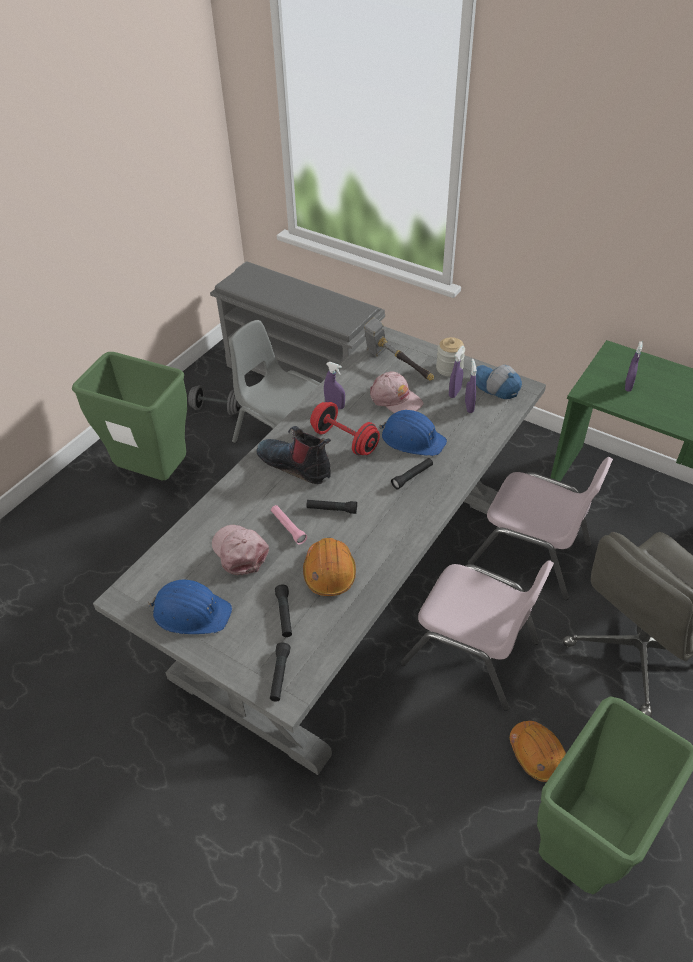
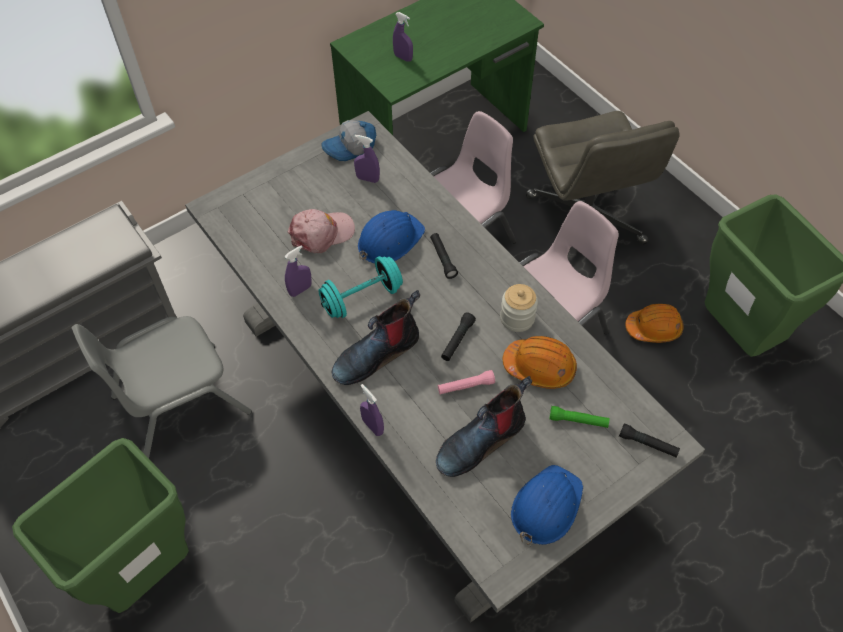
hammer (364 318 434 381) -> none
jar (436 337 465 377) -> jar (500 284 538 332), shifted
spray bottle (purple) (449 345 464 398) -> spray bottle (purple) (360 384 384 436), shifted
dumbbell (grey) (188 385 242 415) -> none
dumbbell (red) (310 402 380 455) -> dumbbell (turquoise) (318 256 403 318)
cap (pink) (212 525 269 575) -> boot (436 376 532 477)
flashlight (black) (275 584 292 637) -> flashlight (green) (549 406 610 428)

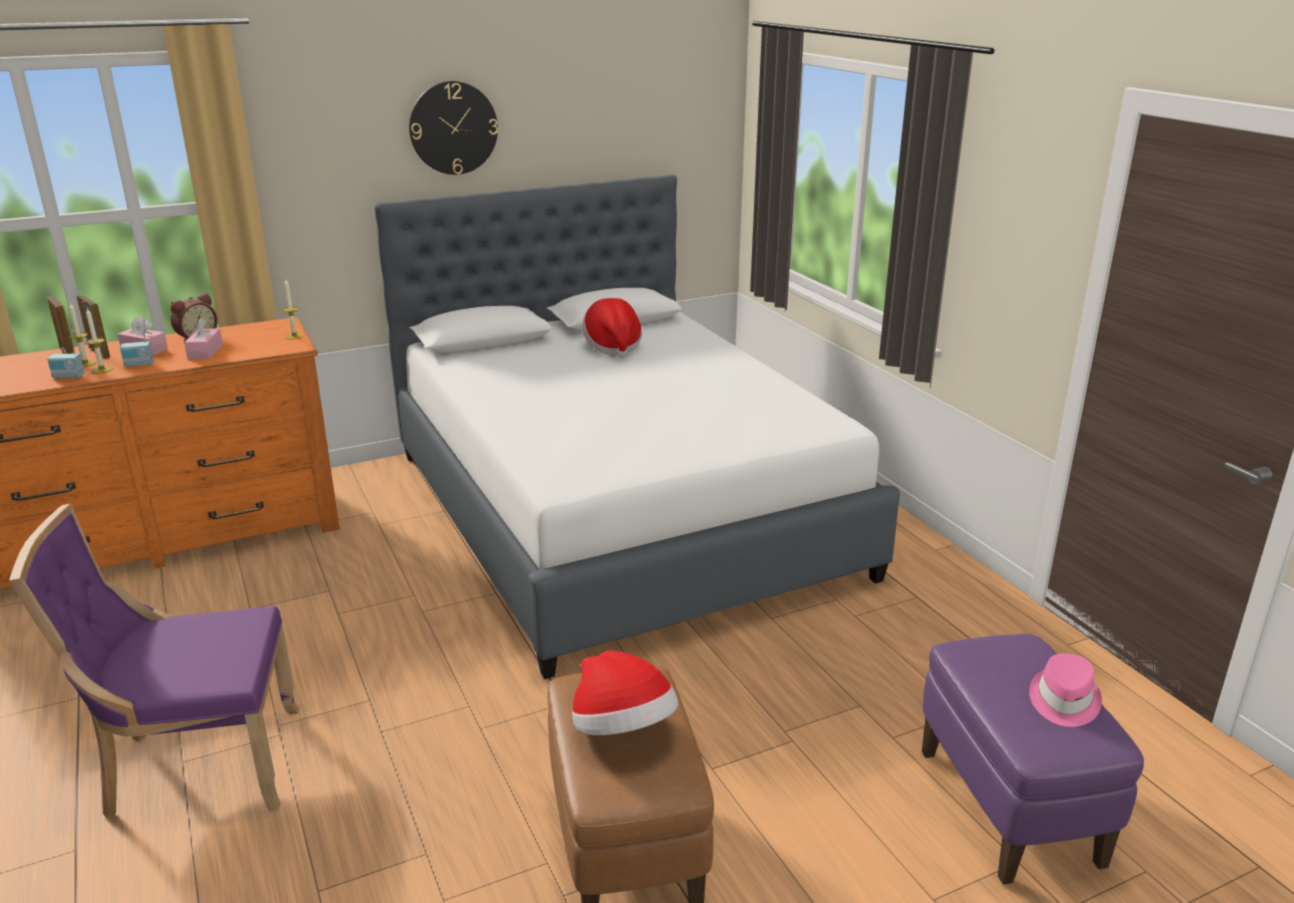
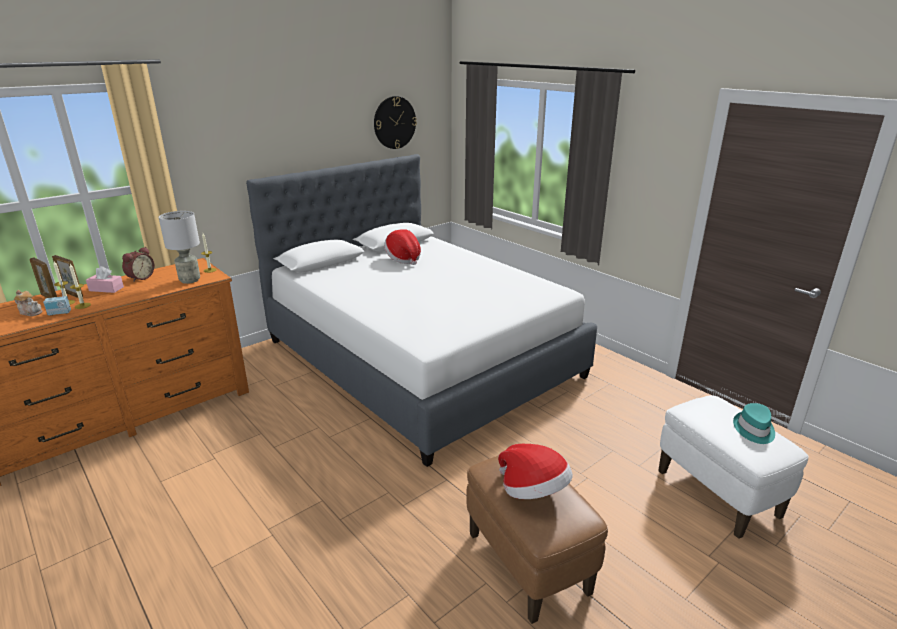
wall clock (409 81 498 175) -> wall clock (374 96 417 149), shifted
tissue box (pink) (184 318 223 359) -> none
radio (120 319 154 367) -> none
chair (purple) (9 504 299 818) -> none
ottoman (purple) (922 634 1144 885) -> ottoman (white) (658 395 809 539)
hat (pink) (1029 653 1102 727) -> hat (turquoise) (733 403 775 444)
none -> table lamp (grey) (159 211 200 284)
none -> teapot (14 290 42 316)

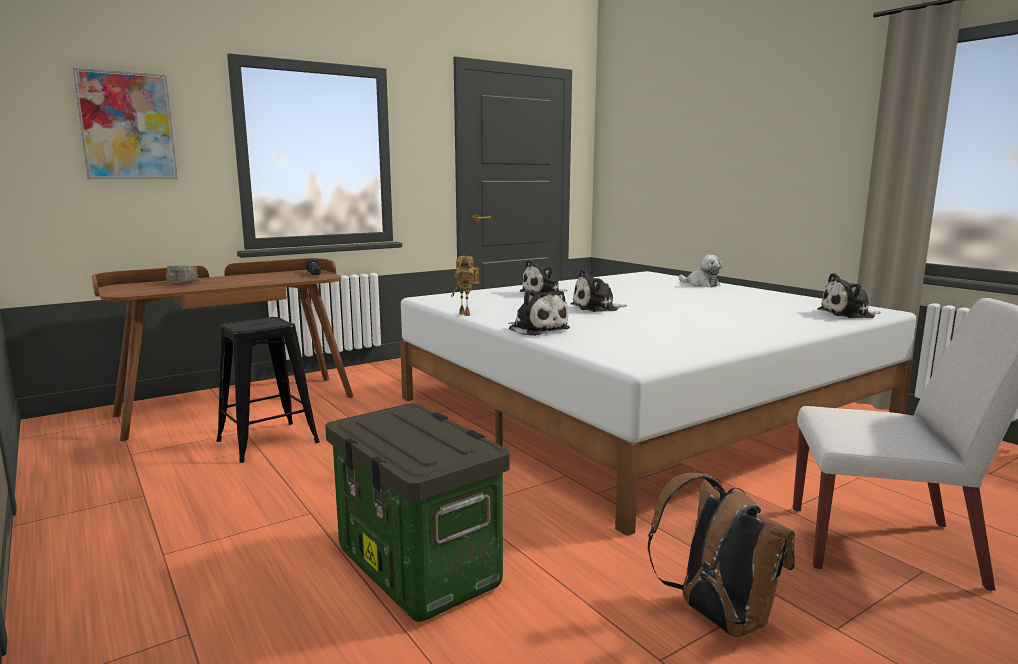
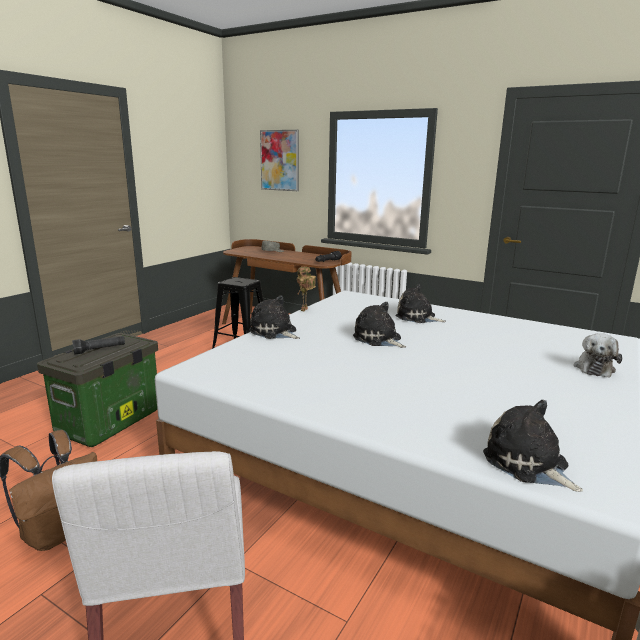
plush toy (508 290 570 336) -> plush toy (249 295 300 339), 105 degrees clockwise
none -> flashlight (black) (72 336 125 354)

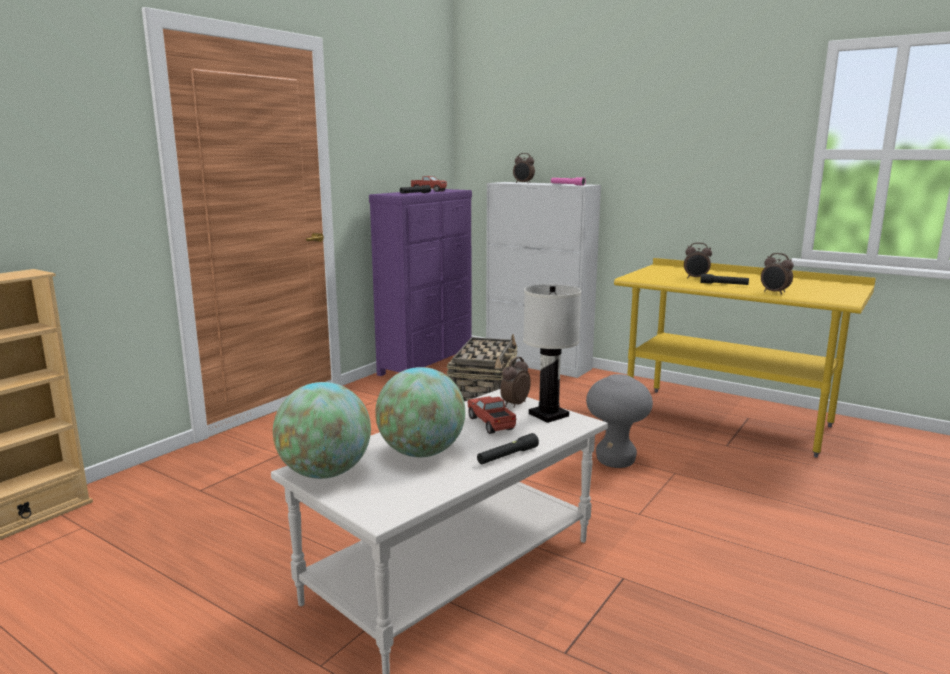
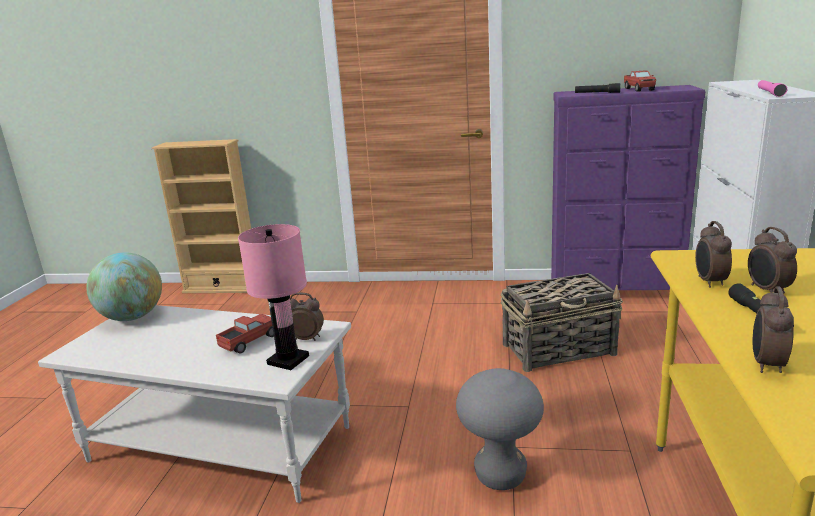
alarm clock (513 153 535 183) -> alarm clock (695 221 732 288), shifted
table lamp (white) (523 284 581 423) -> table lamp (pink) (238 224 309 370)
globe (375 367 465 457) -> none
flashlight (black) (477 433 539 464) -> none

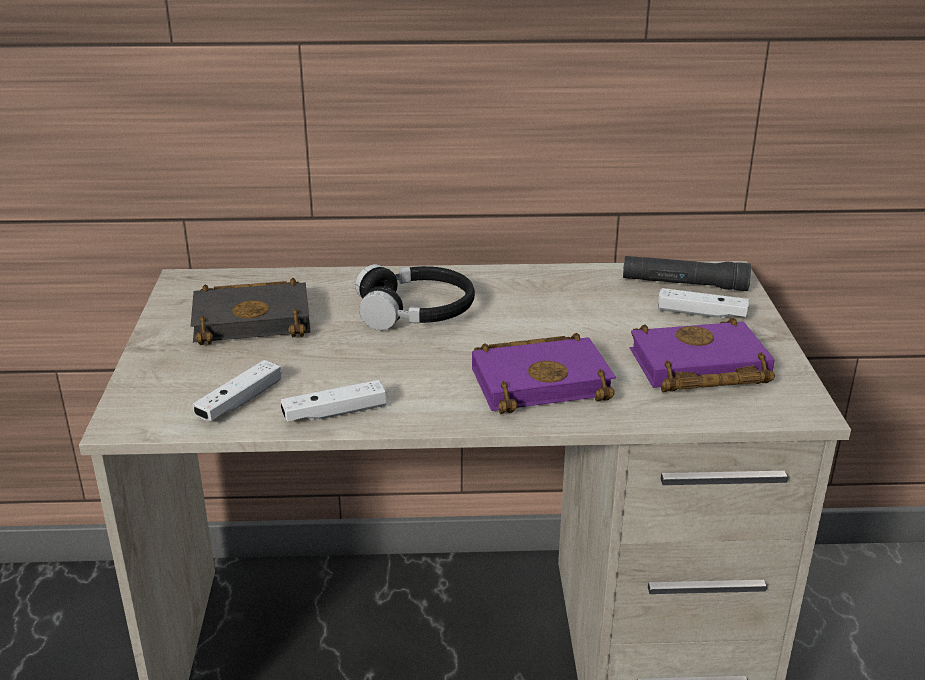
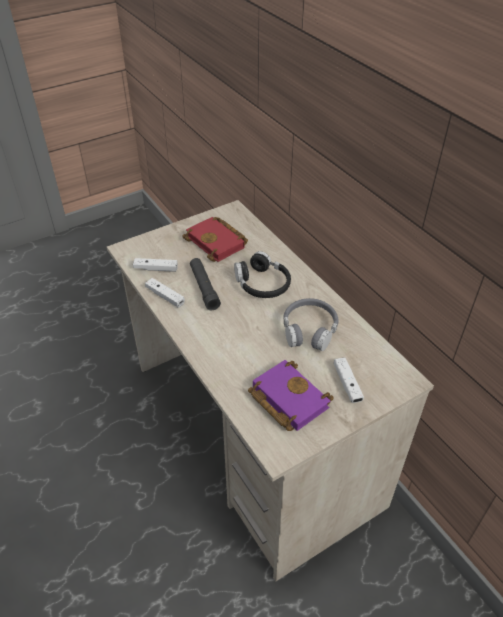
flashlight (black) (623 256 751 291) -> flashlight (black) (190 258 221 310), shifted
book (black) (191 278 310 345) -> book (red) (182 217 248 262)
book (purple) (472 333 616 414) -> none
none -> headphones (grey) (284 298 339 351)

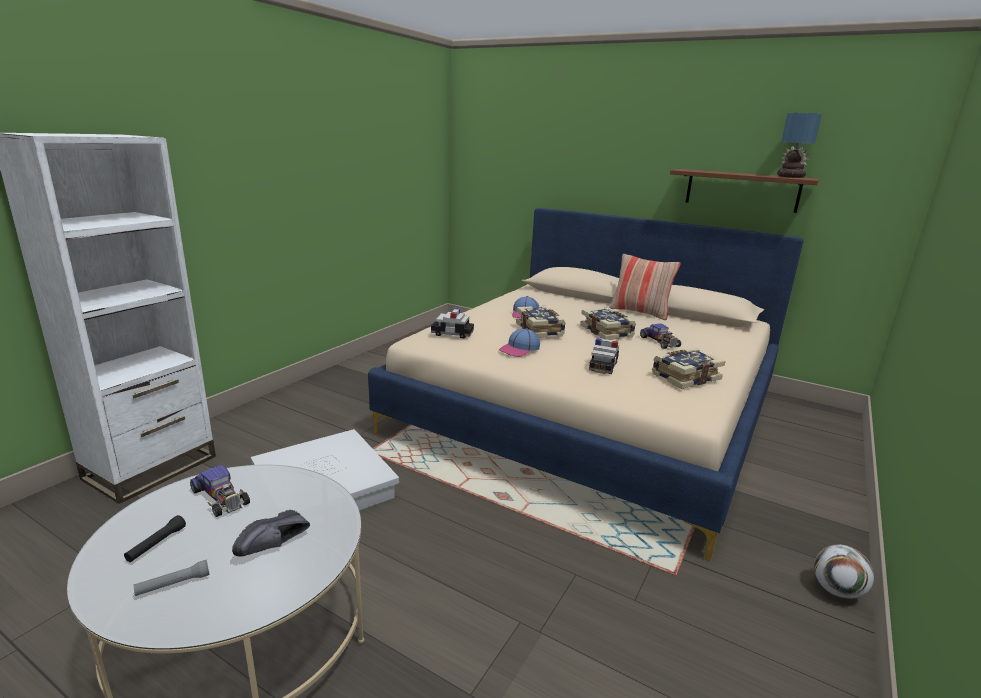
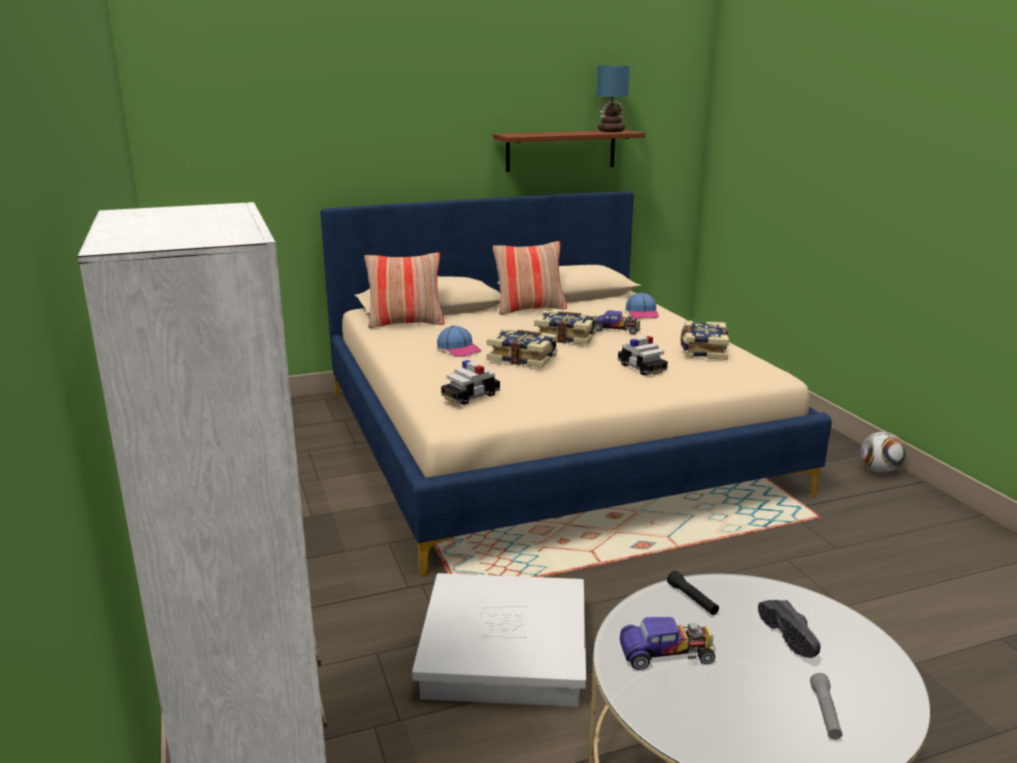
cap (499 328 540 357) -> cap (626 292 659 318), shifted
flashlight (black) (124 515 186 562) -> flashlight (black) (667 571 719 615), shifted
none -> pillow (364 252 444 328)

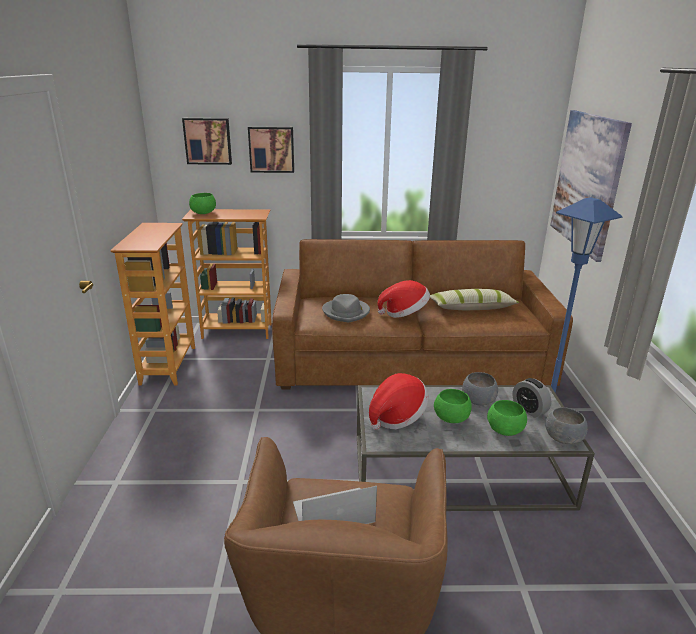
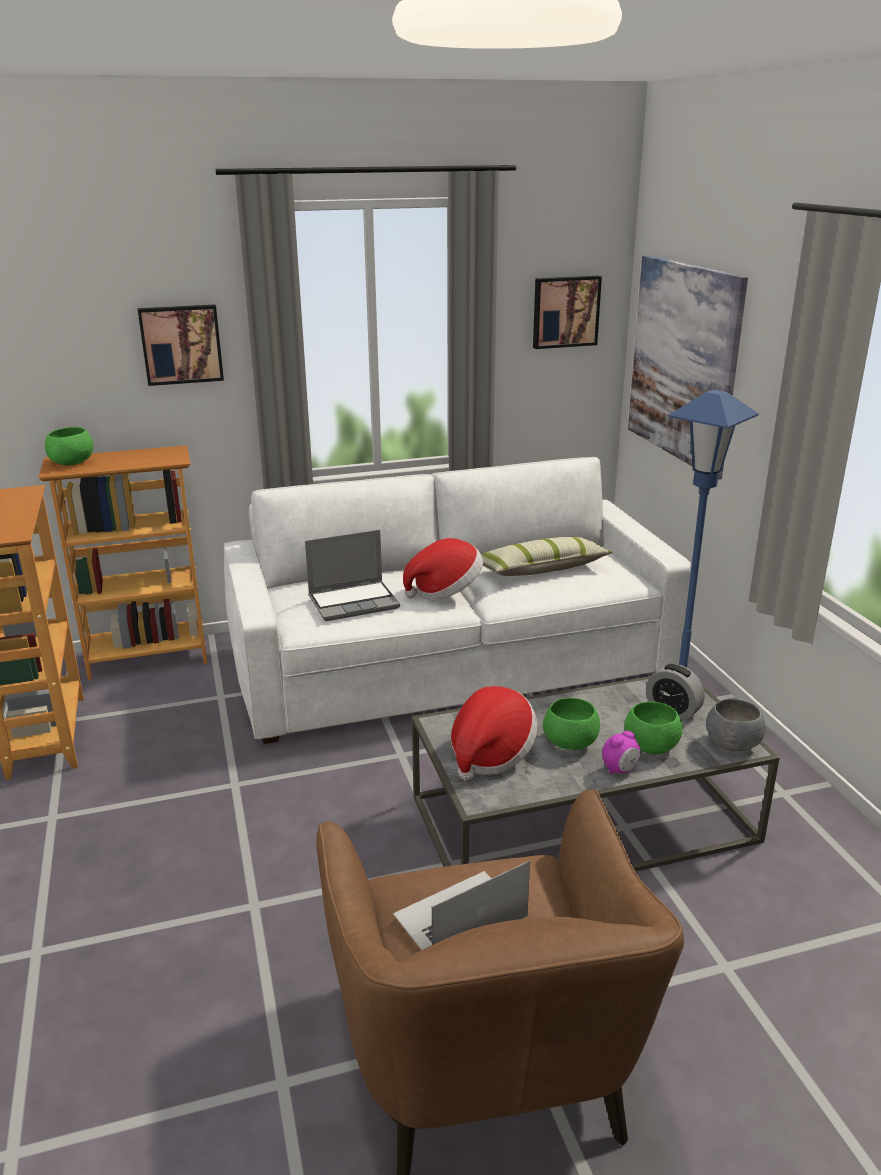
picture (182 118 232 165) -> picture (533 276 602 349), shifted
sofa (brown) (272 239 573 390) -> sofa (white) (224 457 692 744)
hat (grey) (322 294 370 322) -> laptop (305 530 400 621)
bowl (grey) (462 372 498 406) -> none
none -> alarm clock (602 731 640 774)

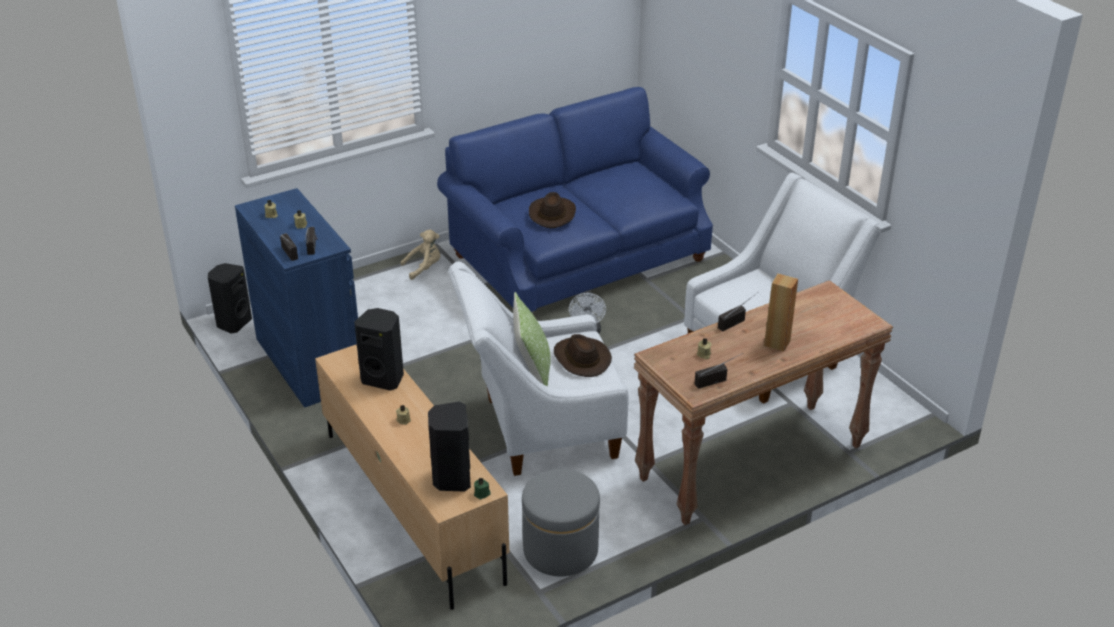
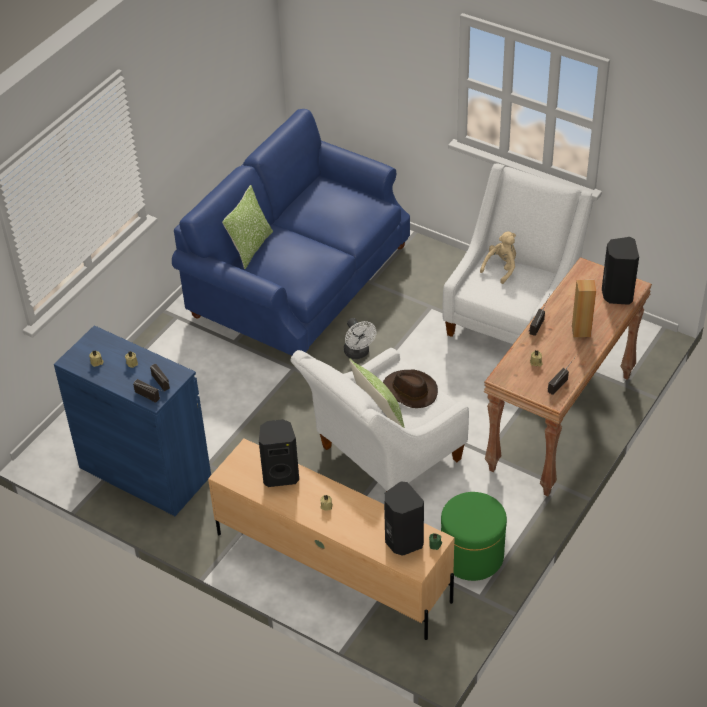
hat (brown) (529 192 576 228) -> none
plush toy (beige) (401 230 441 280) -> plush toy (beige) (480 231 516 284), shifted
speaker (black) (208 263 252 334) -> speaker (black) (602 237 639 305), shifted
ottoman (grey) (522 469 600 577) -> ottoman (green) (441 492 507 581)
none -> pillow (222 185 273 269)

